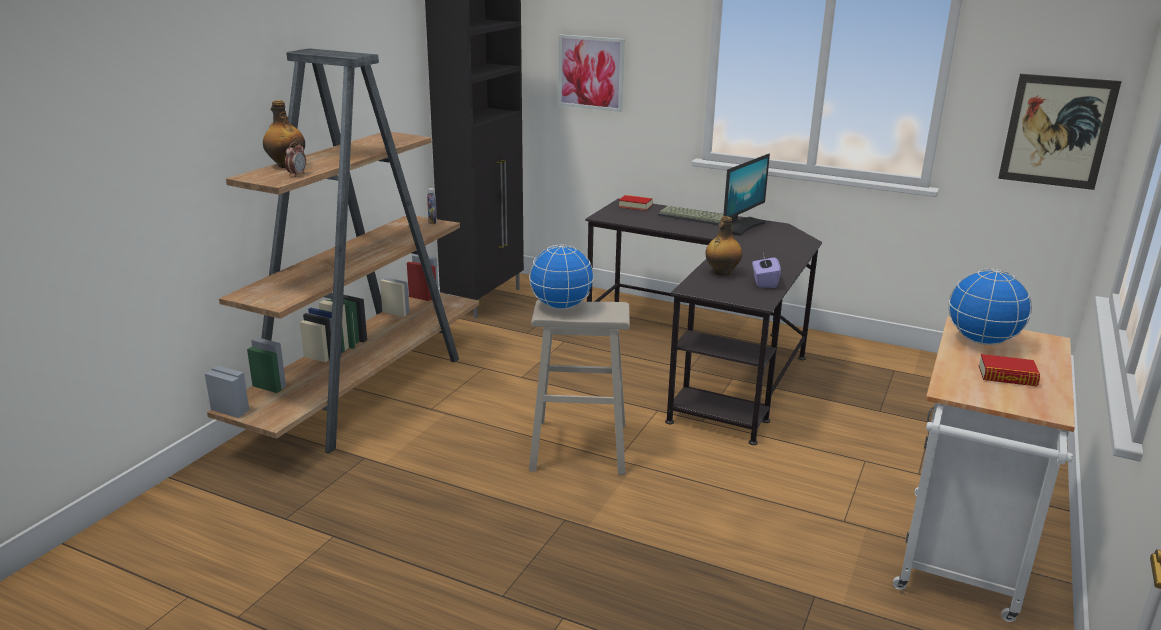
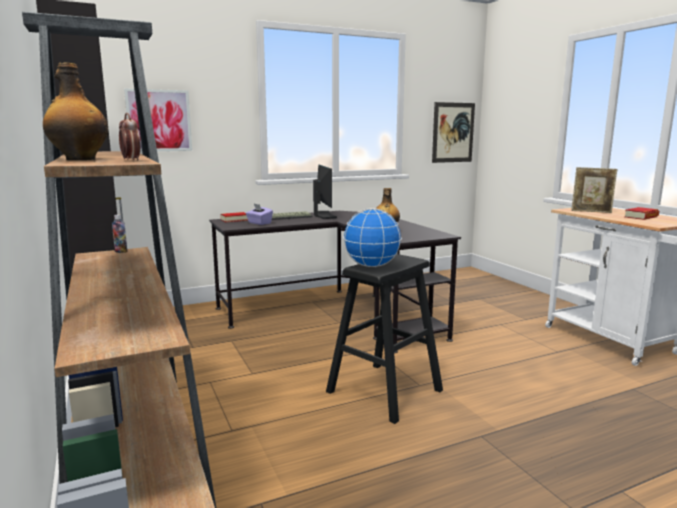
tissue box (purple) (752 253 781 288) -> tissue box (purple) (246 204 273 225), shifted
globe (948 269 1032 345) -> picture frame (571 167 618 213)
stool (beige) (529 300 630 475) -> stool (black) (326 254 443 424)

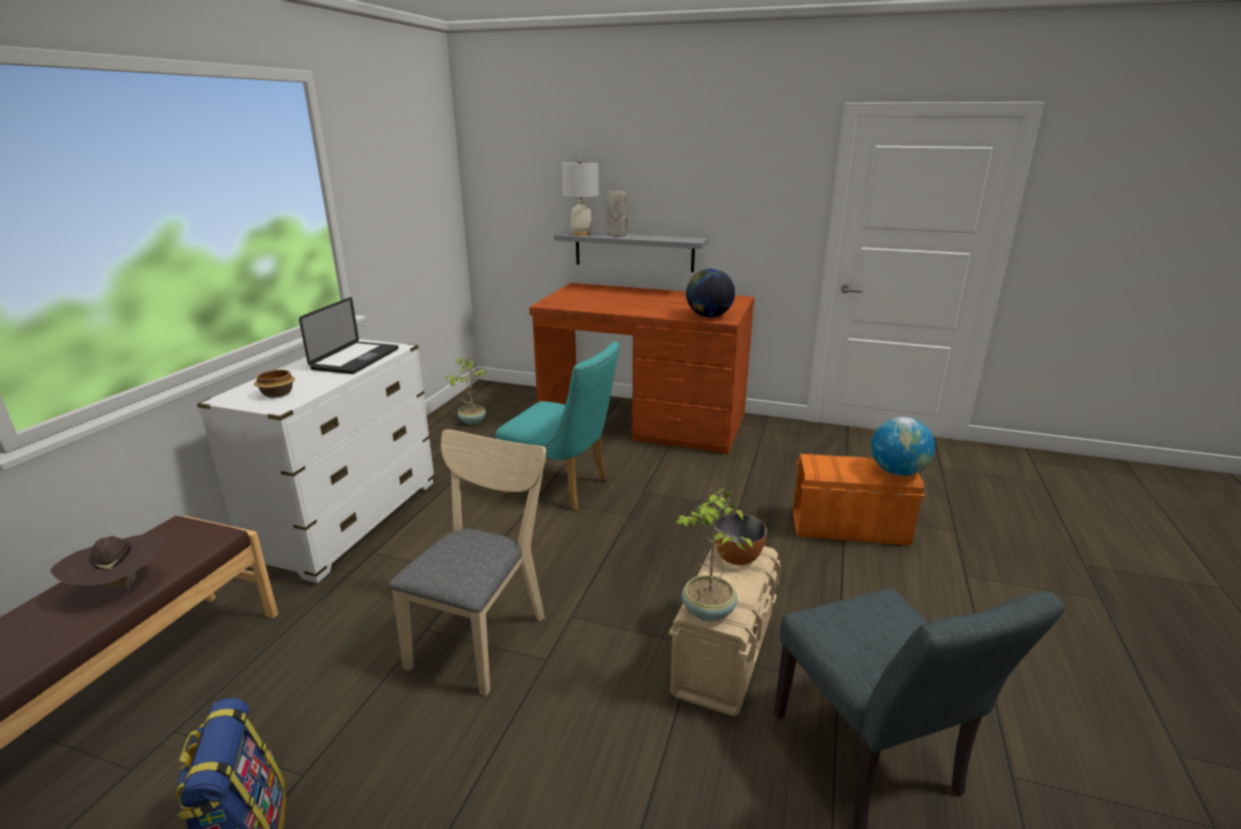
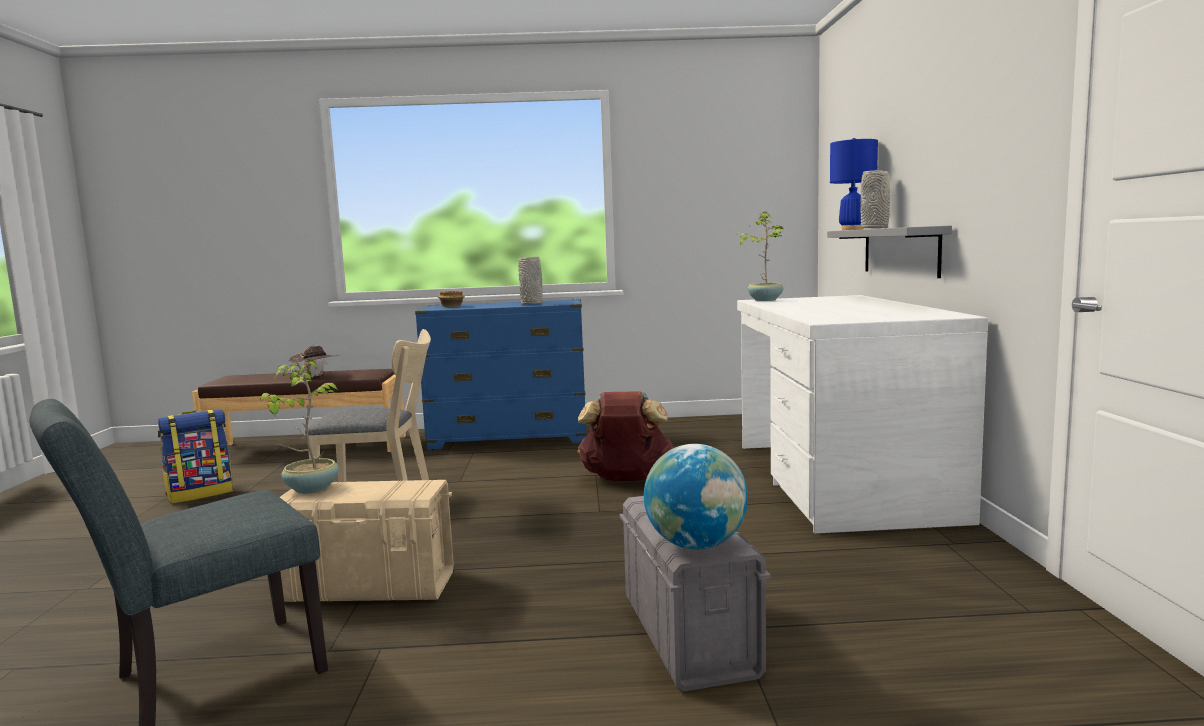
table lamp (white) (562 159 599 236) -> table lamp (blue) (830 138 878 230)
globe (686 268 735 318) -> none
desk (brown) (529 283 754 455) -> desk (white) (737 295 988 534)
laptop (299 297 399 374) -> vase (grey) (518 257 543 305)
dresser (white) (197 339 435 583) -> dresser (blue) (415 299 587 450)
chair (turquoise) (496 341 620 511) -> backpack (brown) (578 391 674 481)
potted plant (446 356 486 425) -> potted plant (737 212 783 301), shifted
storage box (orange) (793 454 925 545) -> storage box (grey) (619 496 771 692)
bowl (715 514 767 565) -> none

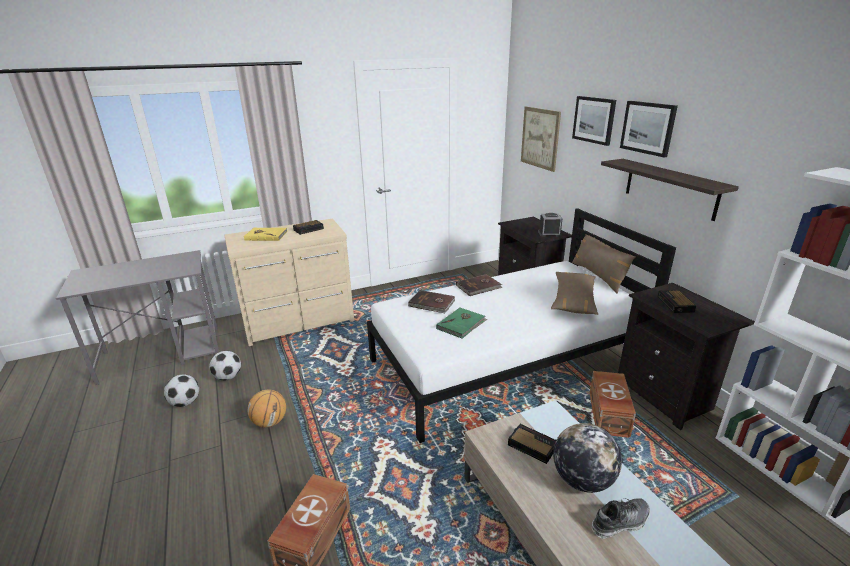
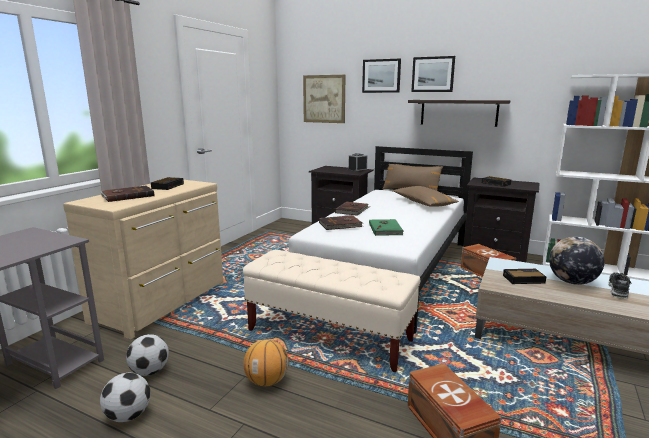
book (yellow) (244 228 287 241) -> book (brown) (100 186 155 202)
none -> bench (beige) (243 250 420 373)

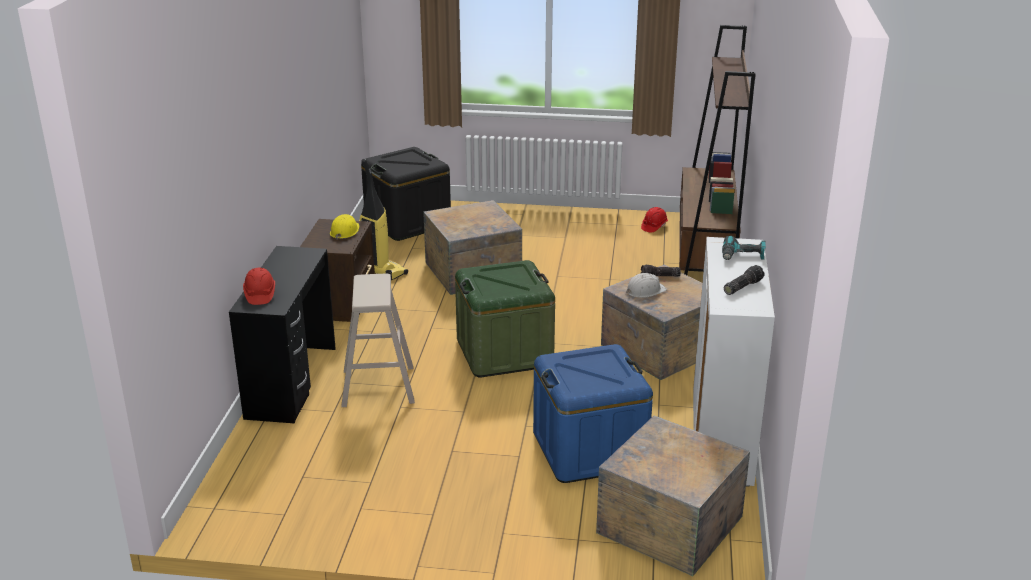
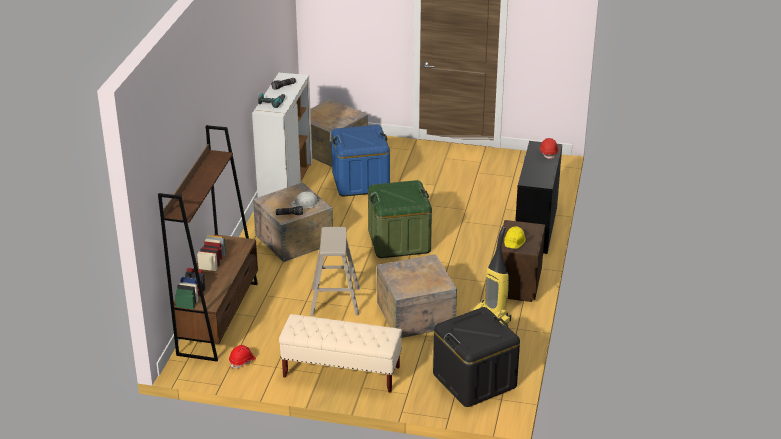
stool (beige) (341 274 415 407) -> stool (beige) (310 227 360 316), shifted
none -> bench (beige) (279 314 402 393)

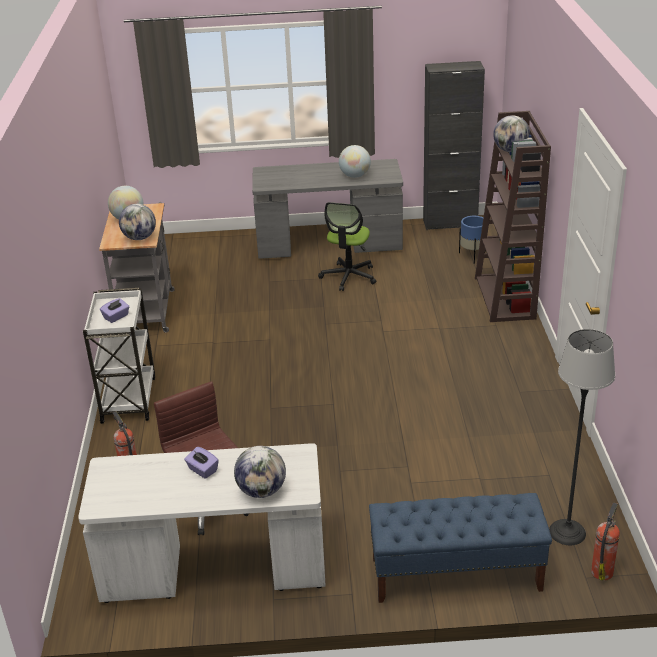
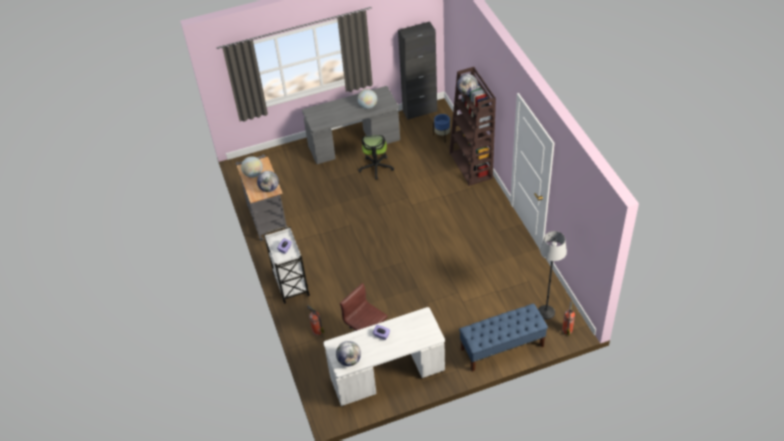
globe (234 446 286 498) -> globe (336 341 361 366), shifted

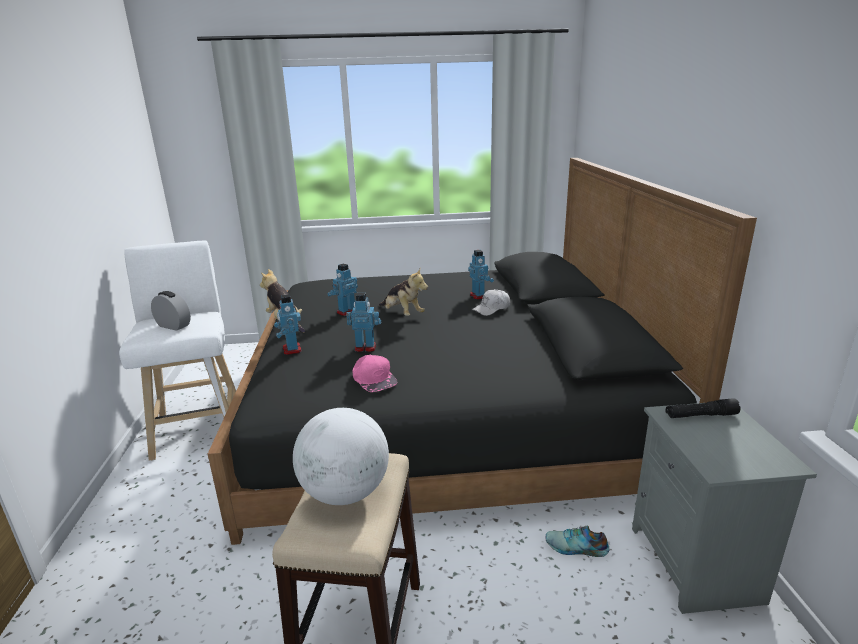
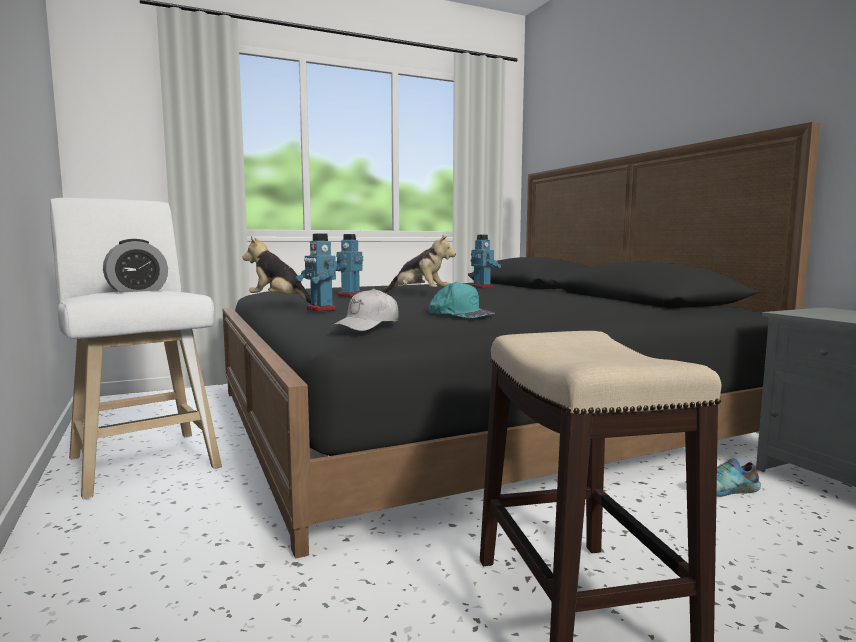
cap (white) (472 289 510 316) -> cap (white) (331 288 399 331), shifted
alarm clock (151 291 191 331) -> alarm clock (103 239 168 292), 135 degrees clockwise
toy robot (346 293 381 352) -> none
cap (pink) (353 355 397 392) -> cap (turquoise) (429 282 495 318)
flashlight (black) (665 398 741 418) -> none
globe (293 408 389 505) -> none

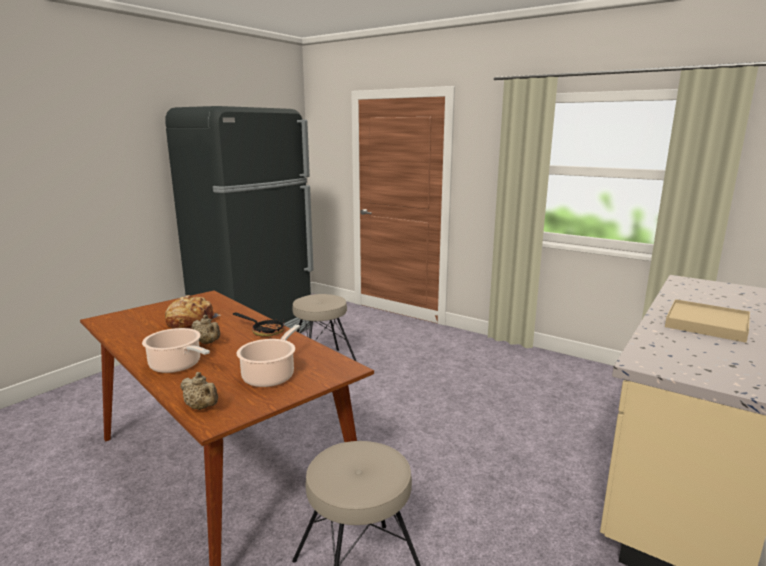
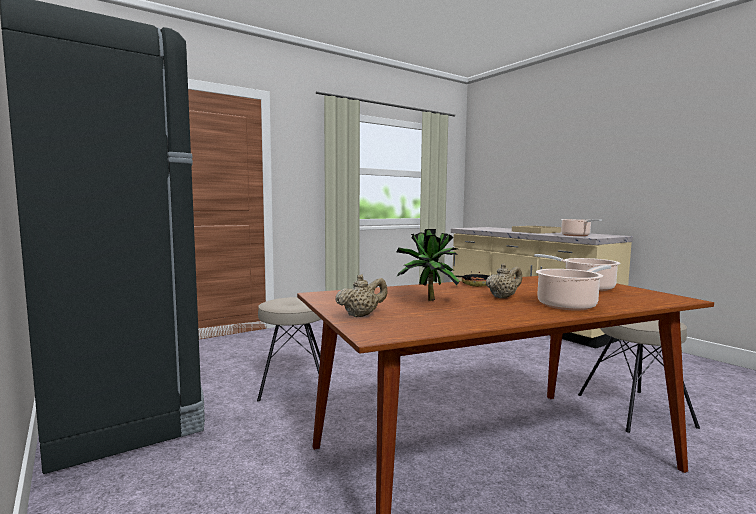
bread (165 295 220 329) -> potted plant (397 229 460 301)
teapot (beige) (180 372 218 410) -> teapot (beige) (335 274 388 317), shifted
none -> cooking pot (561 219 602 236)

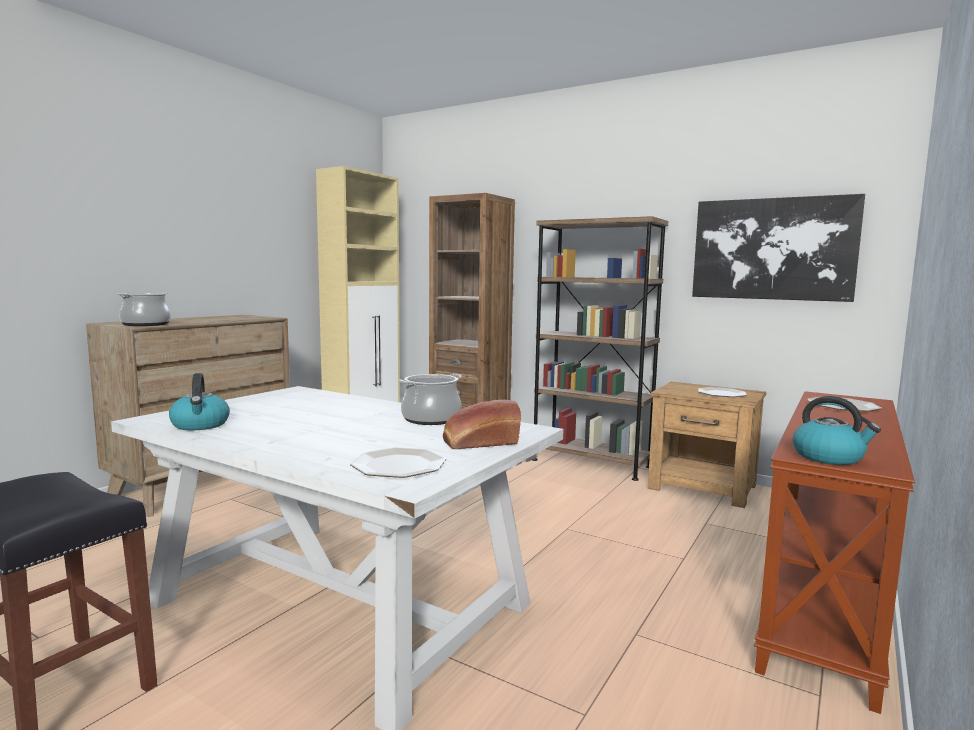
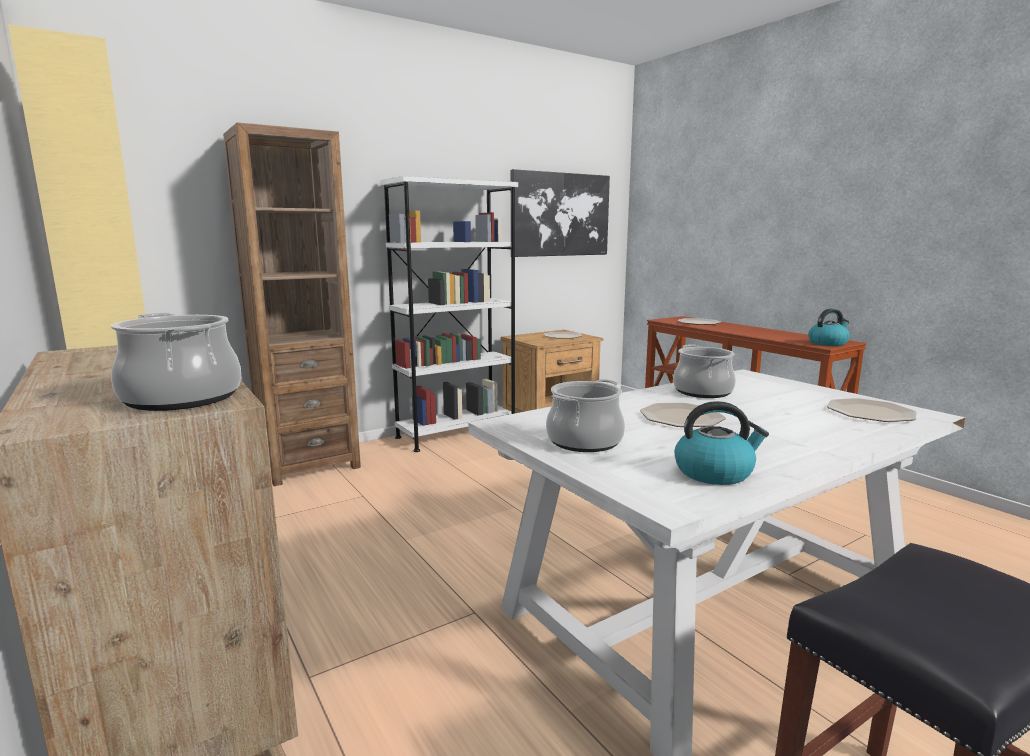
bookcase (brown) (532 216 668 481) -> bookcase (white) (380 176 518 452)
bread (443 400 521 449) -> none
none -> cooking pot (546 379 625 452)
none -> plate (640 403 726 427)

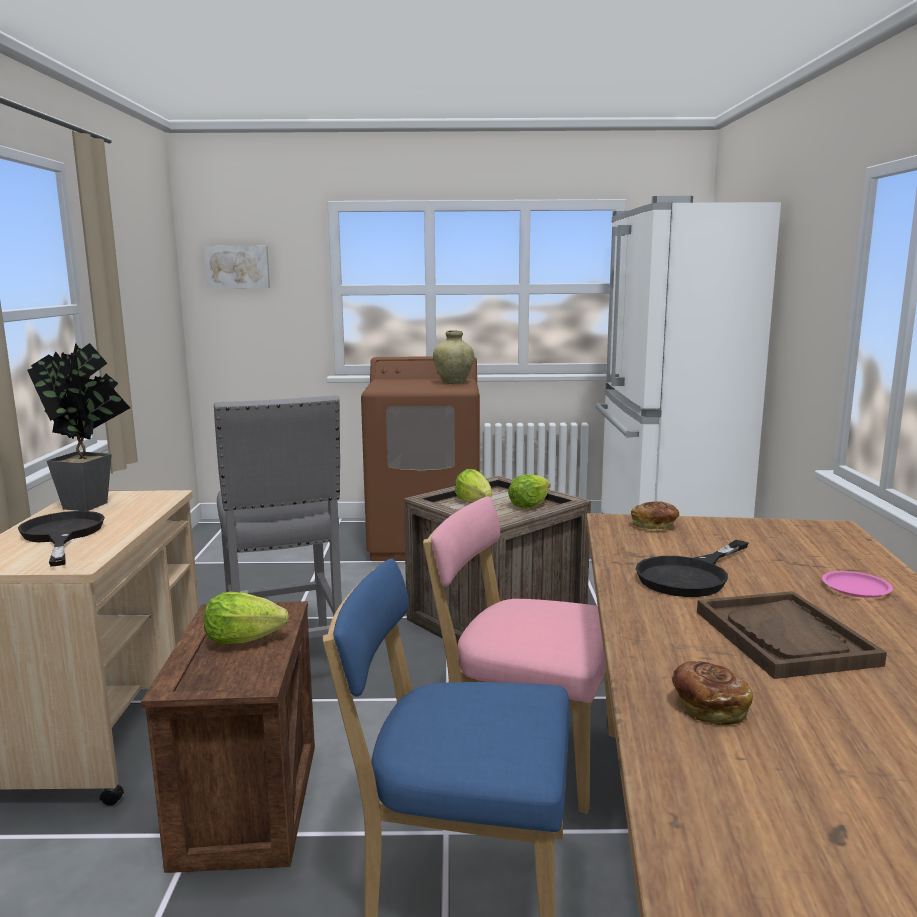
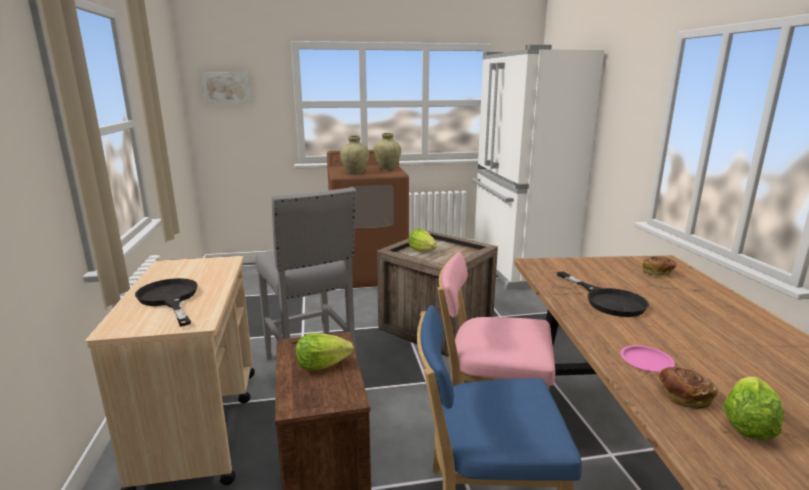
potted plant (27 343 130 511) -> none
lettuce (508 474 551 508) -> lettuce (723 377 784 440), shifted
bread (631 501 679 531) -> bread (643 256 676 276), shifted
frying pan (black) (636 540 748 597) -> frying pan (black) (557 272 649 317), 60 degrees counterclockwise
plate (pink) (822 571 893 598) -> plate (pink) (621 345 675 372), shifted
tray (brown) (697 591 887 679) -> none
none -> vase (beige) (340 136 369 174)

